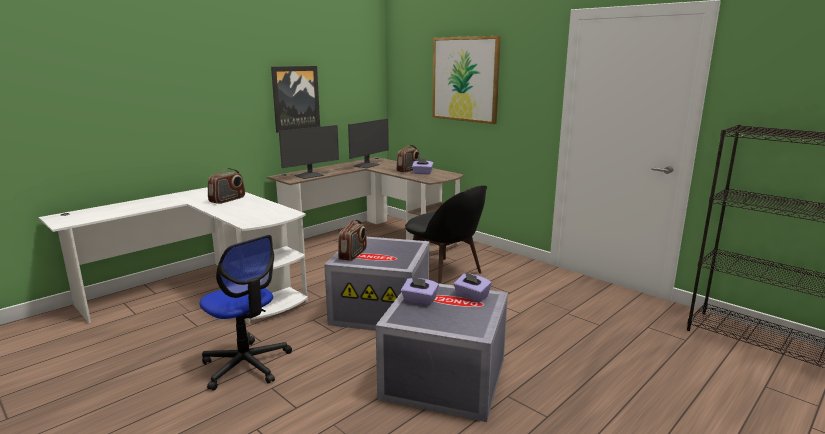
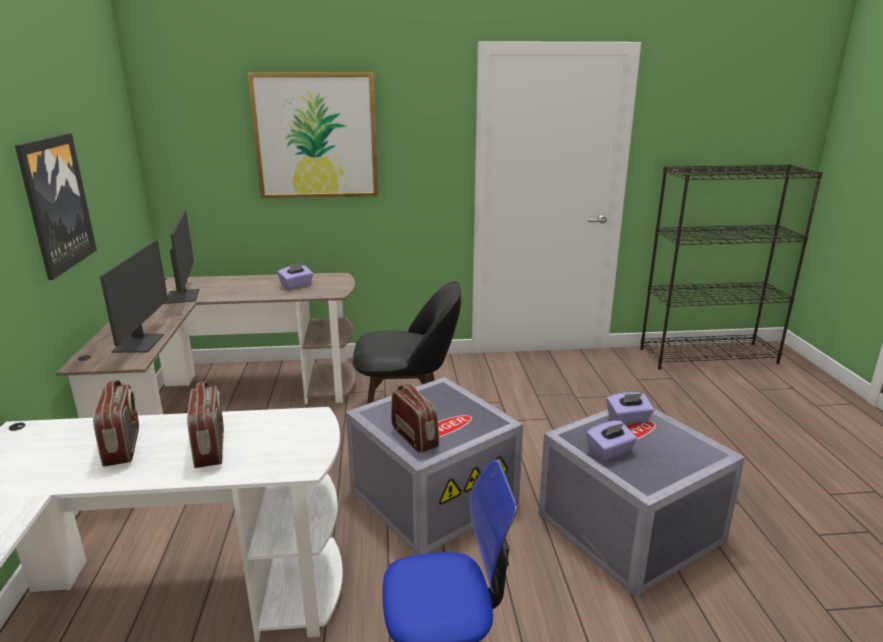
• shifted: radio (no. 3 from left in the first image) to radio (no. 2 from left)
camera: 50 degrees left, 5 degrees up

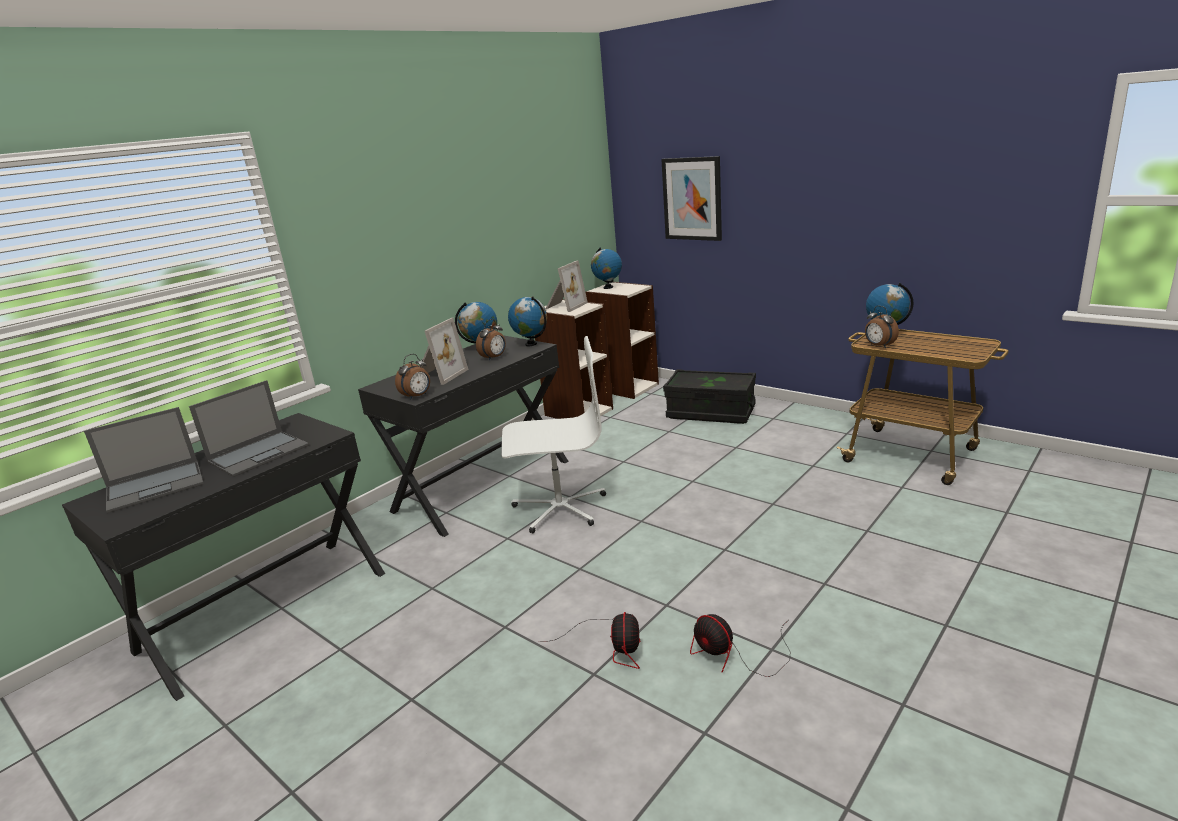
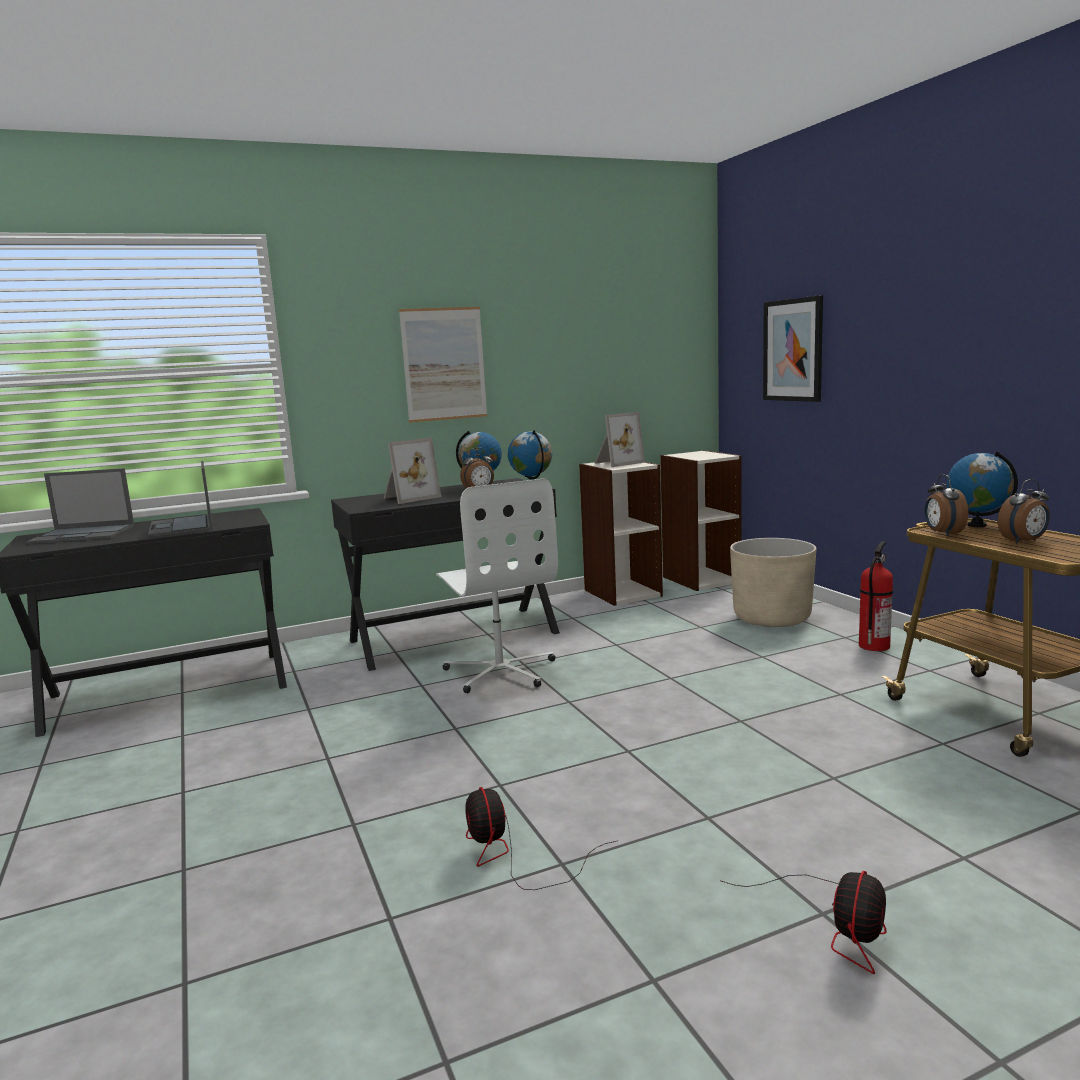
• gone: globe (no. 3 from left)
• new: picture (no. 1 from left)
• new: fire extinguisher
• shifted: alarm clock (no. 1 from left in the first image) to alarm clock (no. 3 from left)
• shifted: fan (no. 1 from left in the first image) to fan (no. 2 from left)
• swapped: black storage box to beige planter
• rotated: laptop (no. 2 from left) 90 degrees clockwise
• rotated: white office chair 45 degrees clockwise
camera: 25 degrees right, 10 degrees down

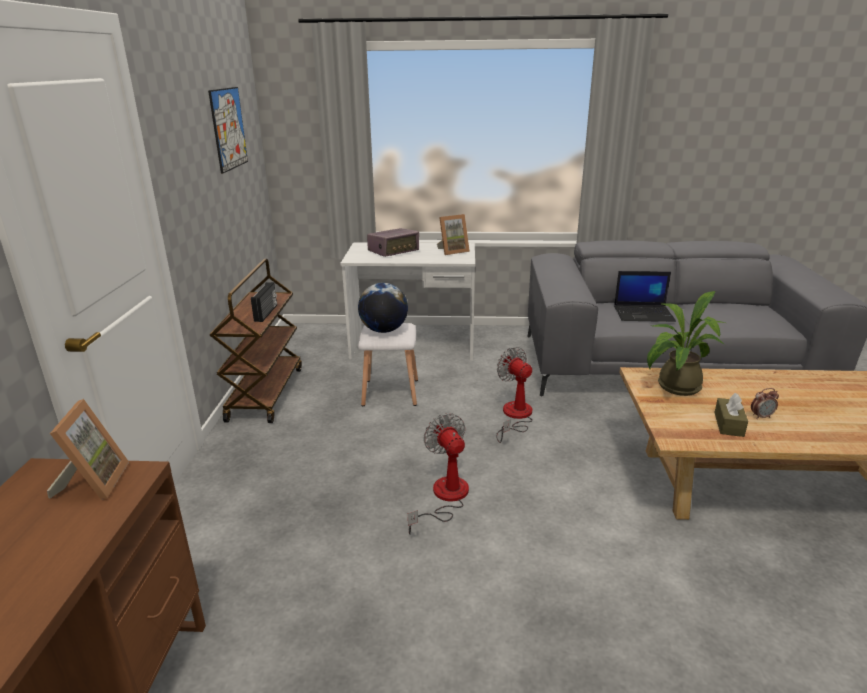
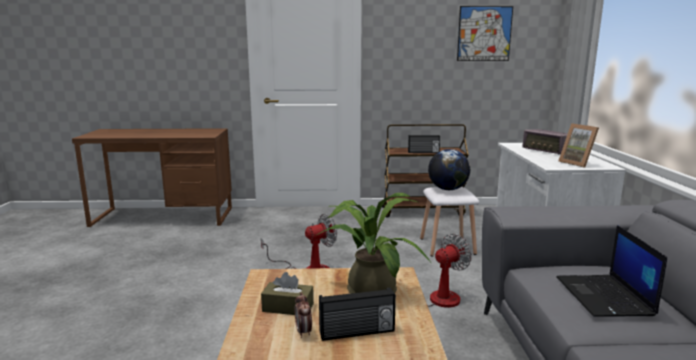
• gone: picture frame (no. 1 from left)
• new: radio (no. 1 from left)
camera: 85 degrees right, 10 degrees down

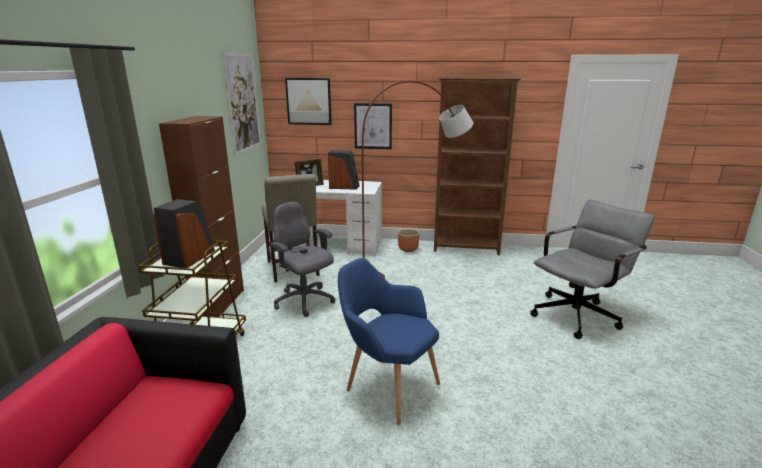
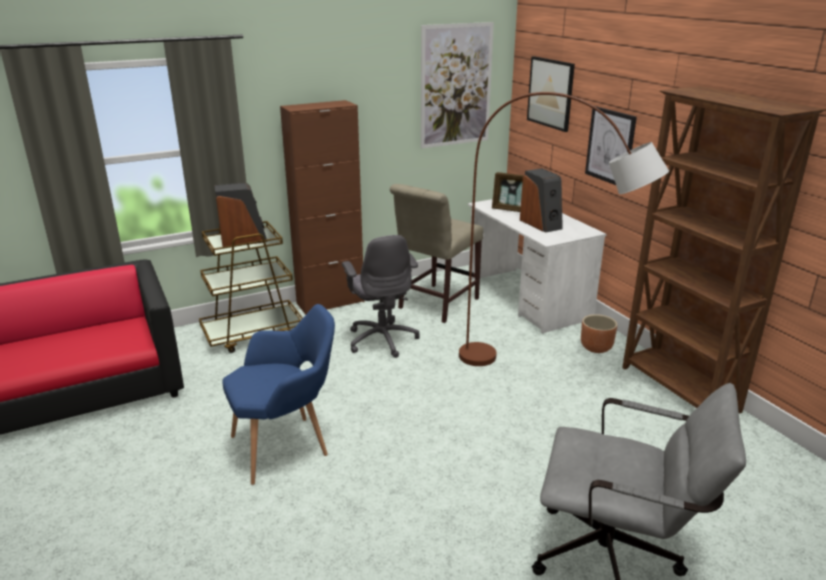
• rotated: grey office chair (no. 1 from left) 150 degrees clockwise
• rotated: blue armchair 60 degrees clockwise
camera: 55 degrees right, 5 degrees up

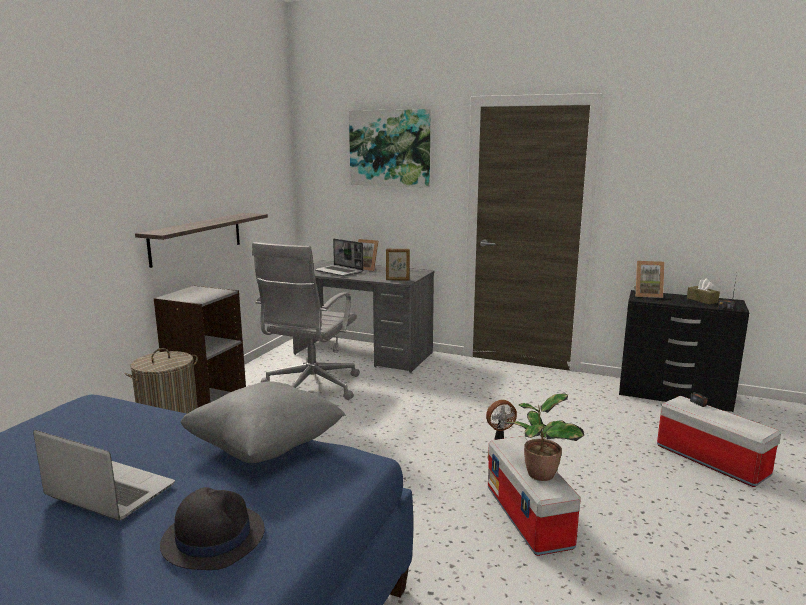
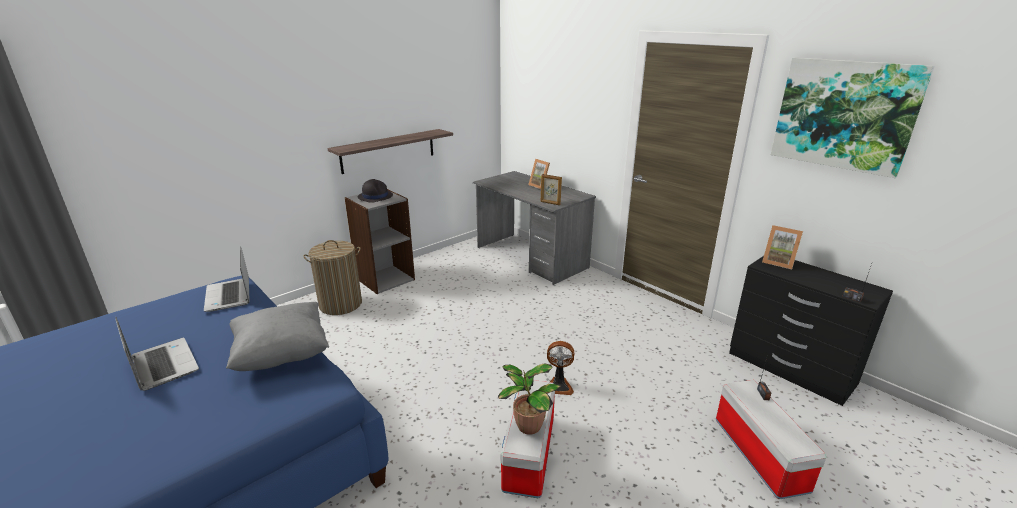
• gone: grey office chair
• gone: brown tissue box
• shifted: black hat
• shifted: laptop (no. 2 from left)
• shifted: picture
camera: 25 degrees right, 10 degrees up

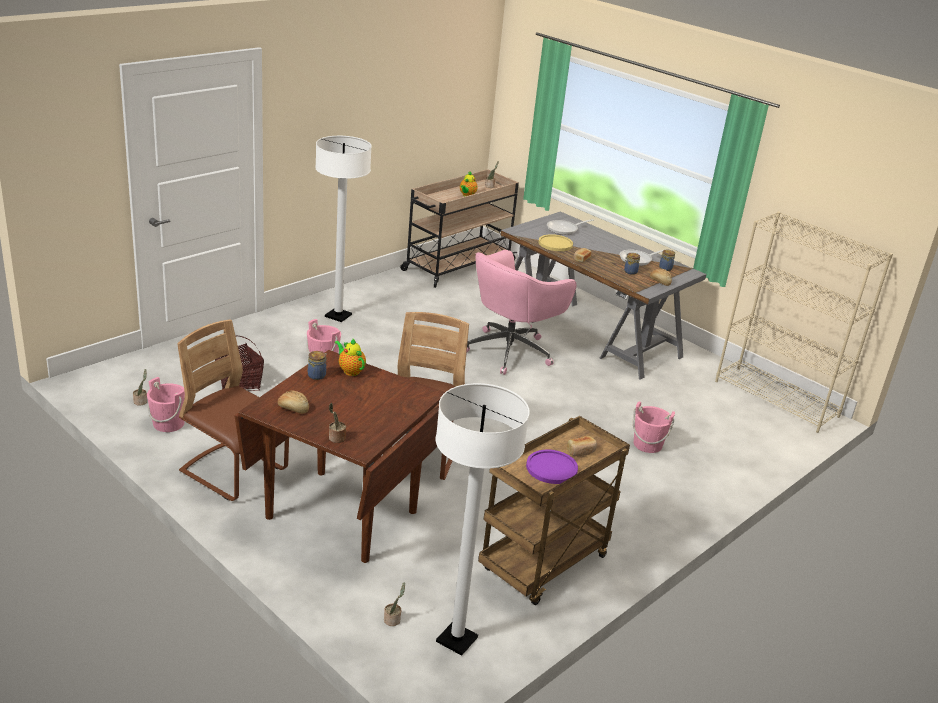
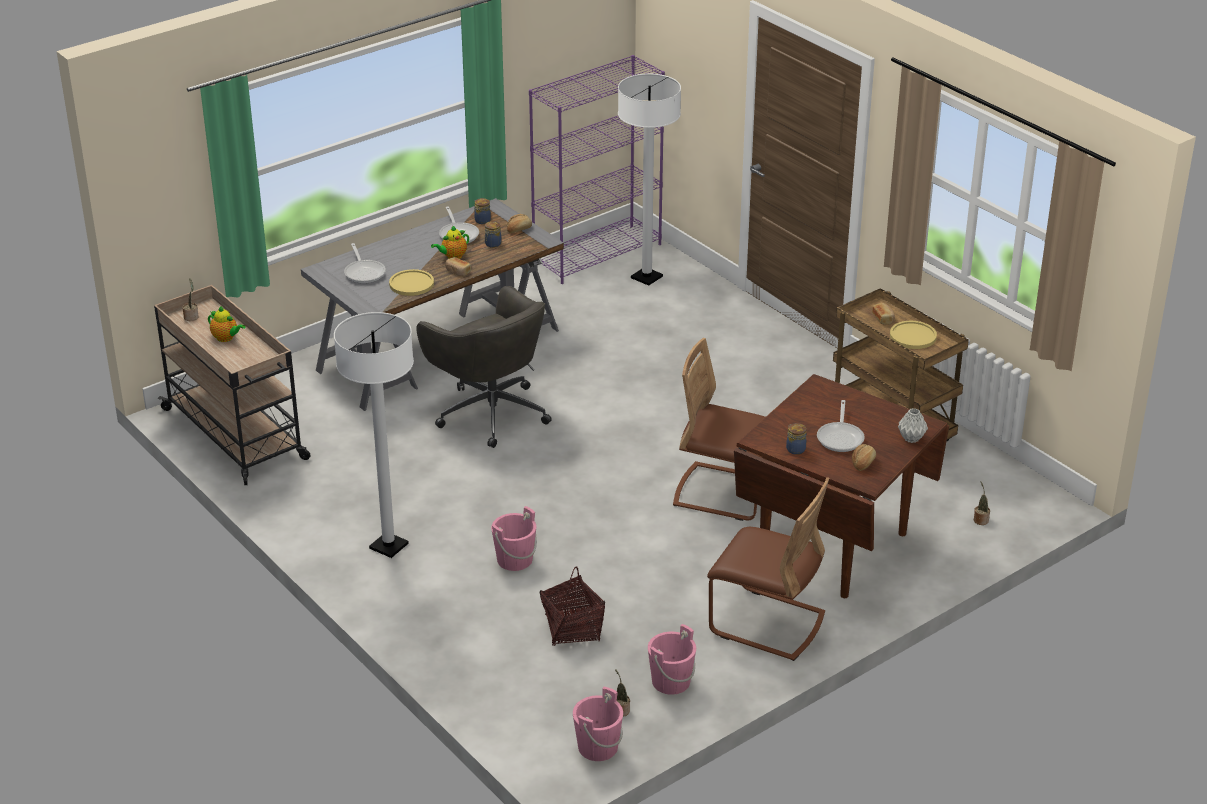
• new: frying pan (no. 3 from left)
• shifted: teapot (no. 1 from left in the first image) to teapot (no. 2 from left)
• shifted: white floor lamp (no. 2 from left)
• shifted: pink bucket (no. 3 from left in the first image) to pink bucket (no. 2 from left)
• swapped: potted plant (no. 2 from left) to grey vase
• repainted: pink office chair to grey office chair
• repainted: purple plate to yellow plate (no. 2 from left)
• repainted: beige bookcase to purple bookcase
• rotated: brown chair (no. 1 from left in the first image) 105 degrees counterclockwise
camera: 80 degrees left, 5 degrees up

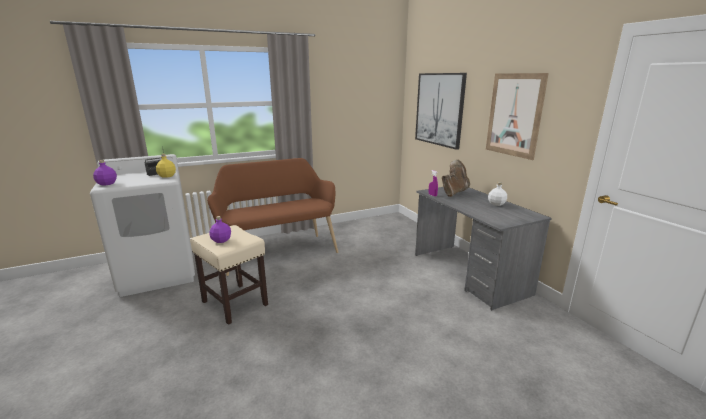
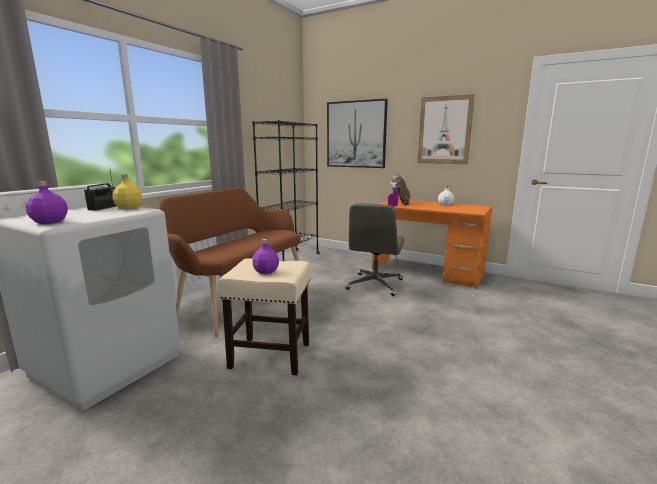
• new: black bookcase
• new: grey office chair
• repainted: grey desk to orange desk
camera: 35 degrees left, 5 degrees down

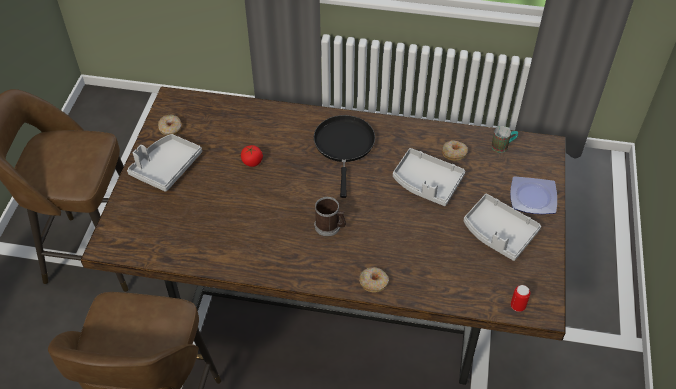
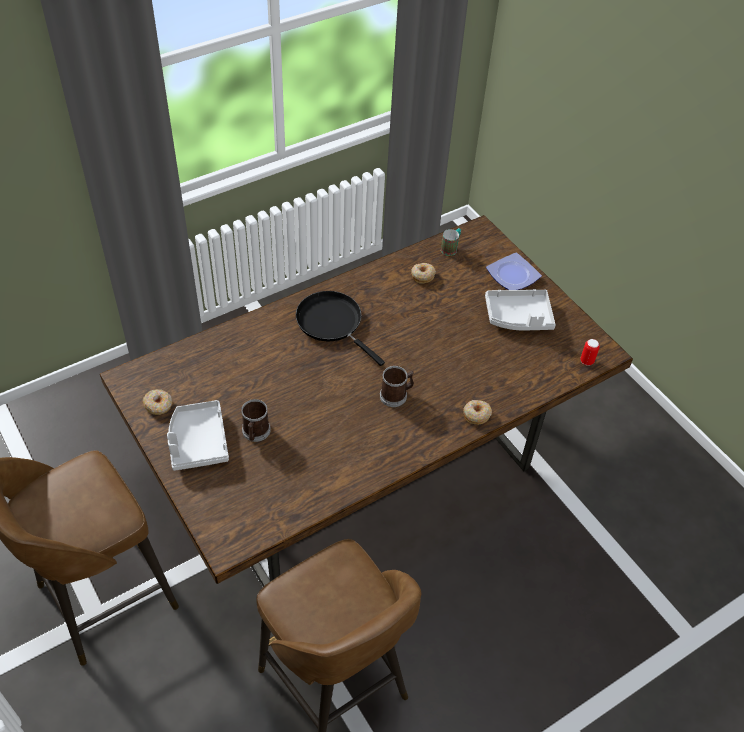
• gone: tomato
• gone: grey tray (no. 2 from left)
• new: mug (no. 1 from left)
camera: 45 degrees left, 0 degrees up

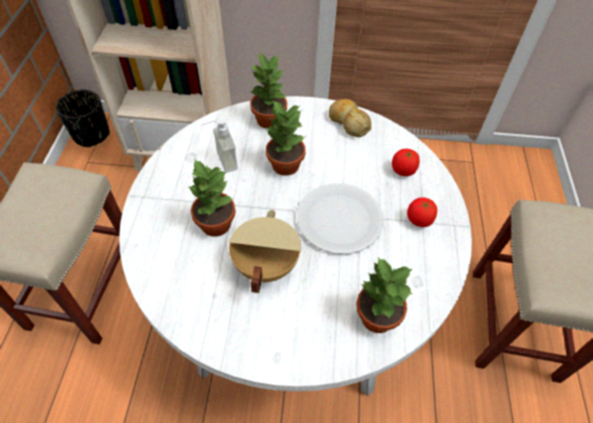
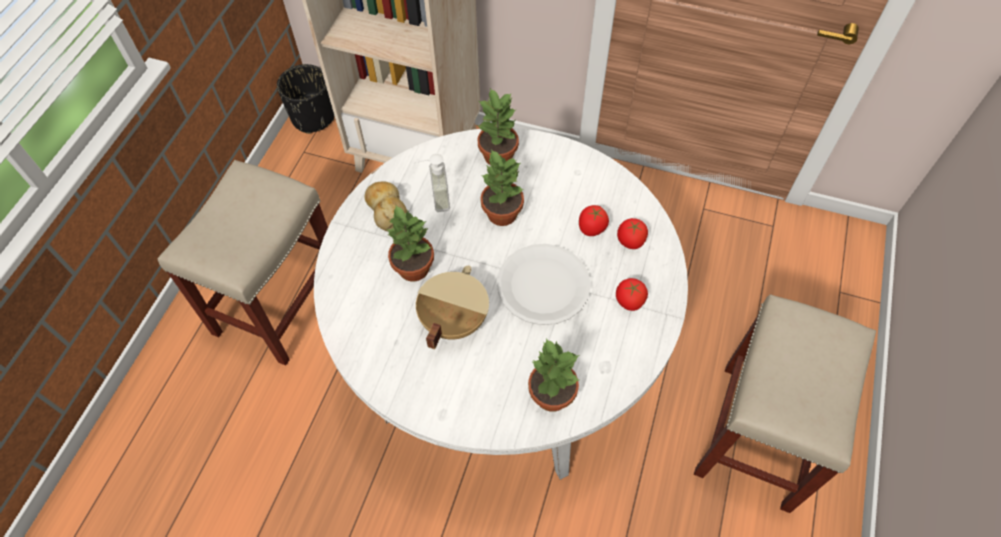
• new: tomato (no. 1 from left)
• shifted: bread
camera: 15 degrees right, 5 degrees up

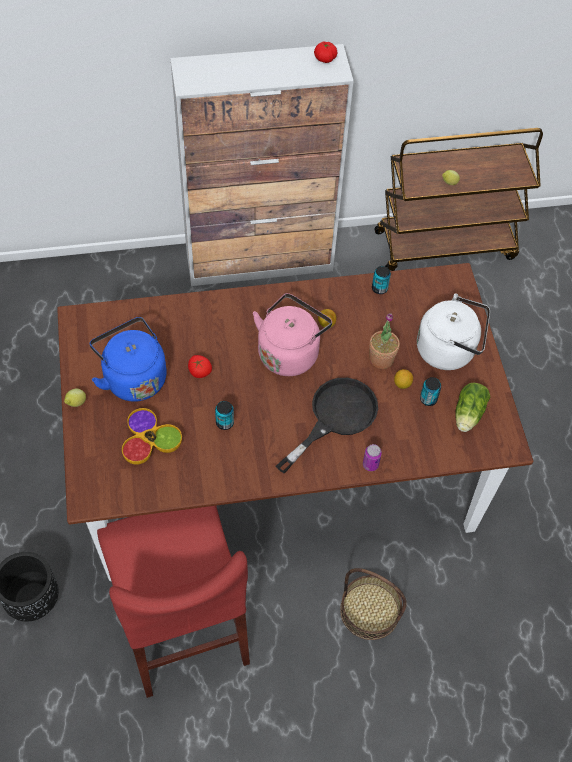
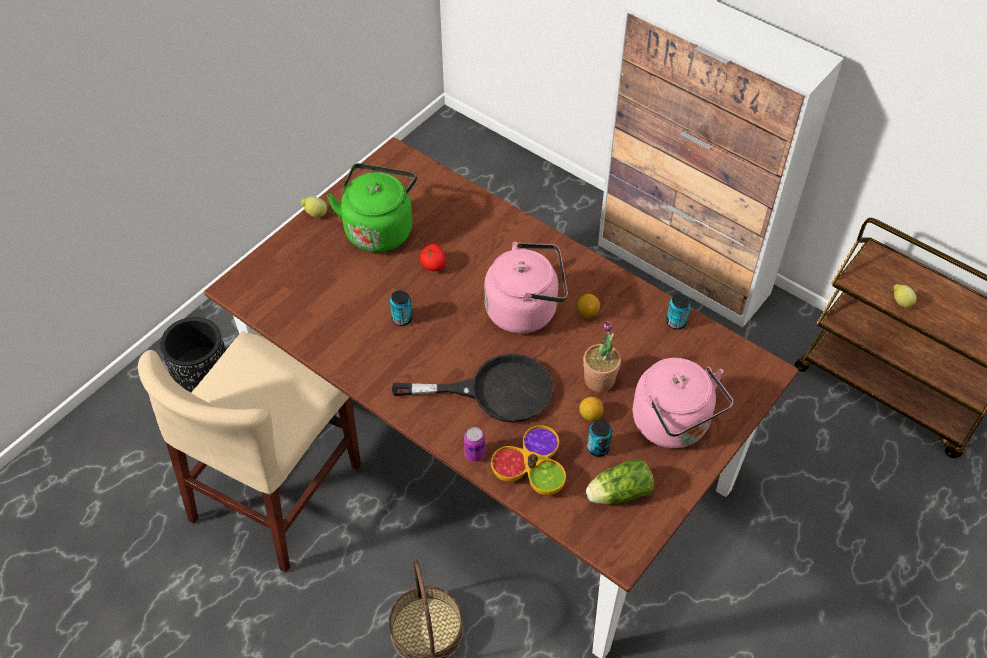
• gone: tomato (no. 2 from left)
• shifted: bowl
• repainted: blue kettle to green kettle
• repainted: red chair to beige chair
• repainted: white kettle to pink kettle (no. 2 from left)
camera: 50 degrees right, 5 degrees down

